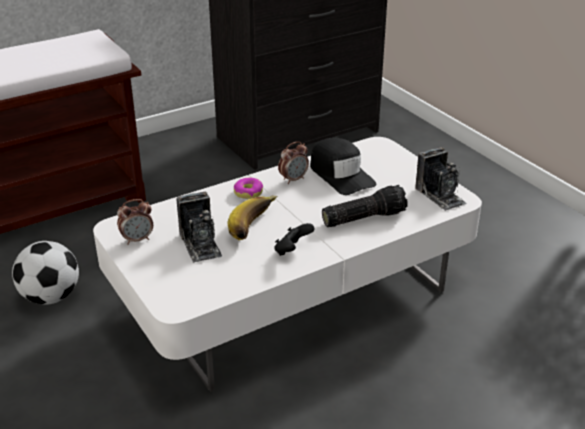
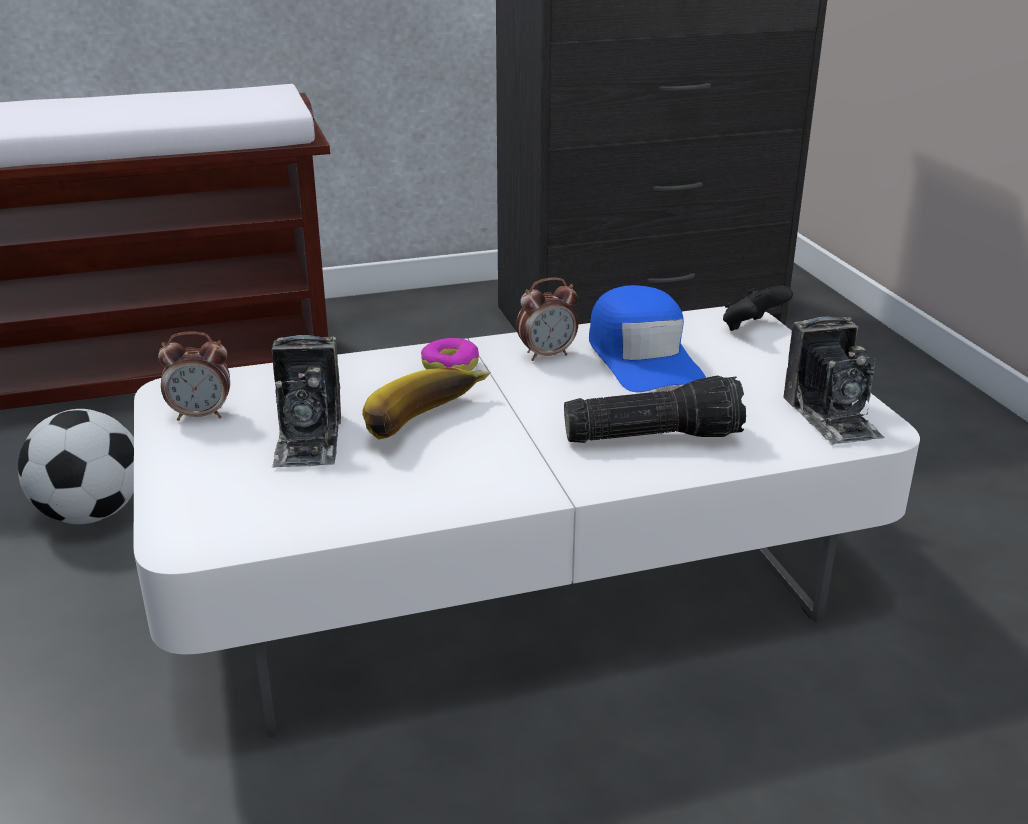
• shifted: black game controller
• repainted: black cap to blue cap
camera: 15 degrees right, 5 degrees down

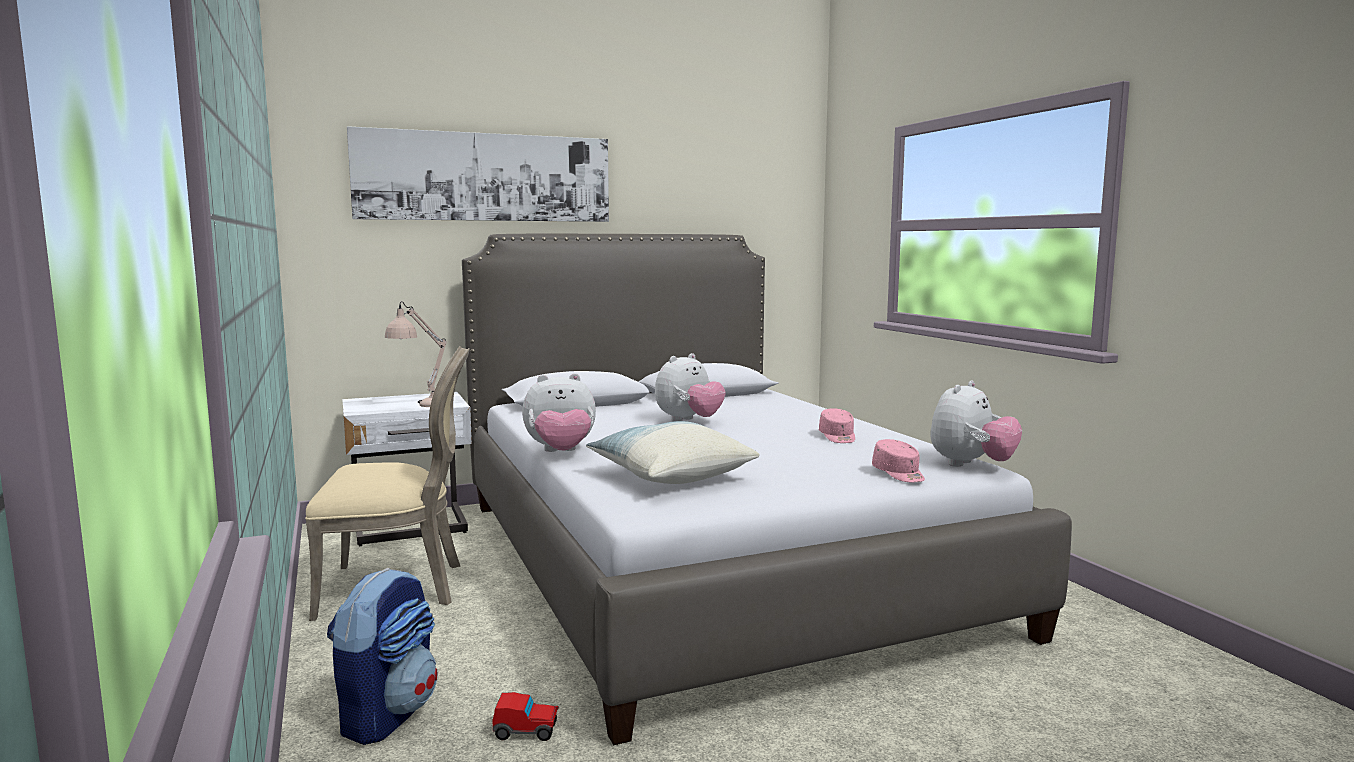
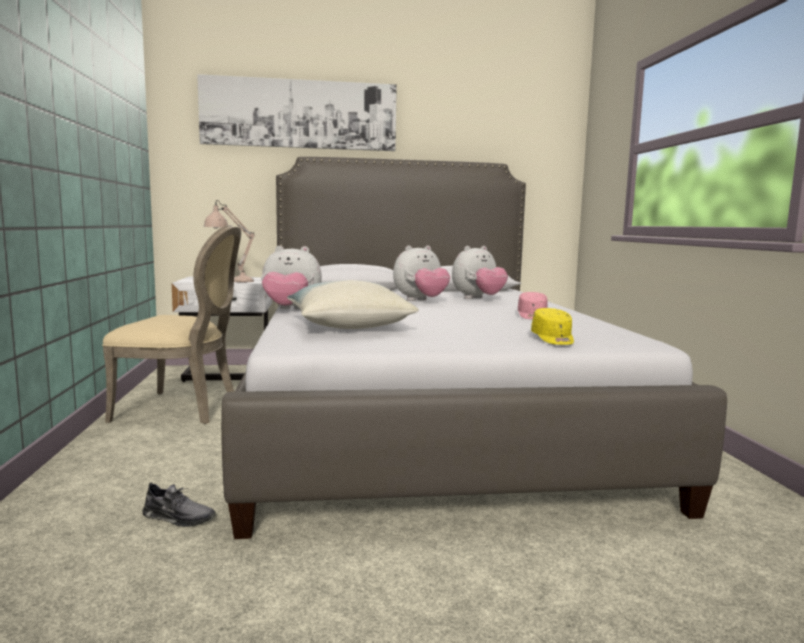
• gone: backpack
• shifted: plush toy (no. 3 from left)
• swapped: toy car to grey shoe
• repainted: pink cap (no. 2 from left) to yellow cap
camera: 15 degrees right, 0 degrees up

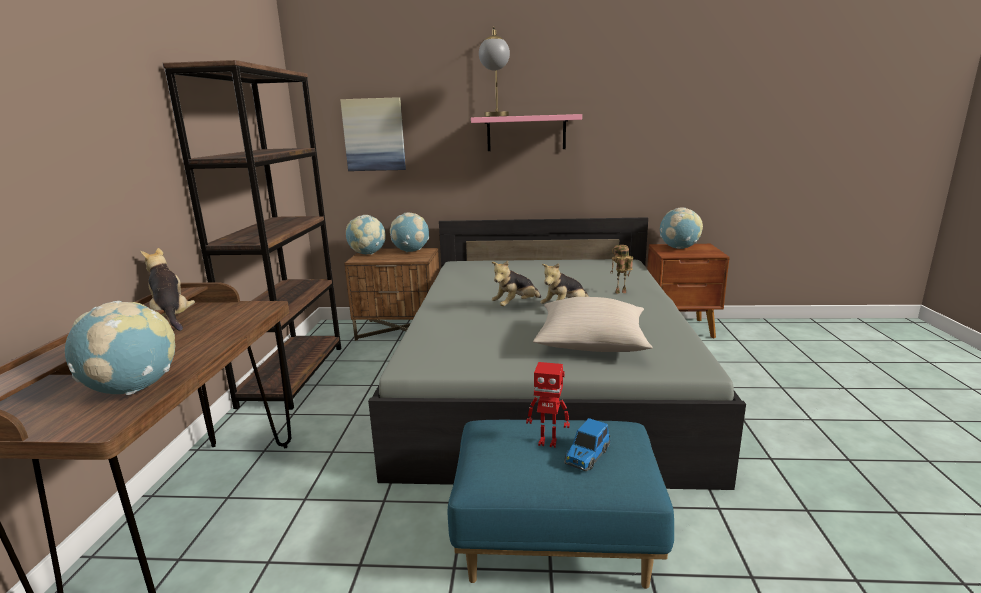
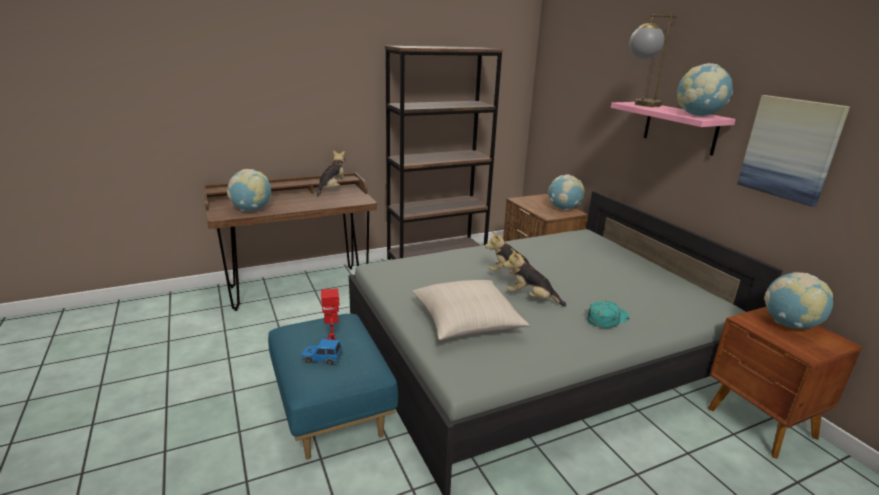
• shifted: picture
• shifted: globe (no. 2 from left in the first image) to globe (no. 3 from left)
• swapped: toy robot (no. 2 from left) to turquoise cap
camera: 60 degrees right, 5 degrees up

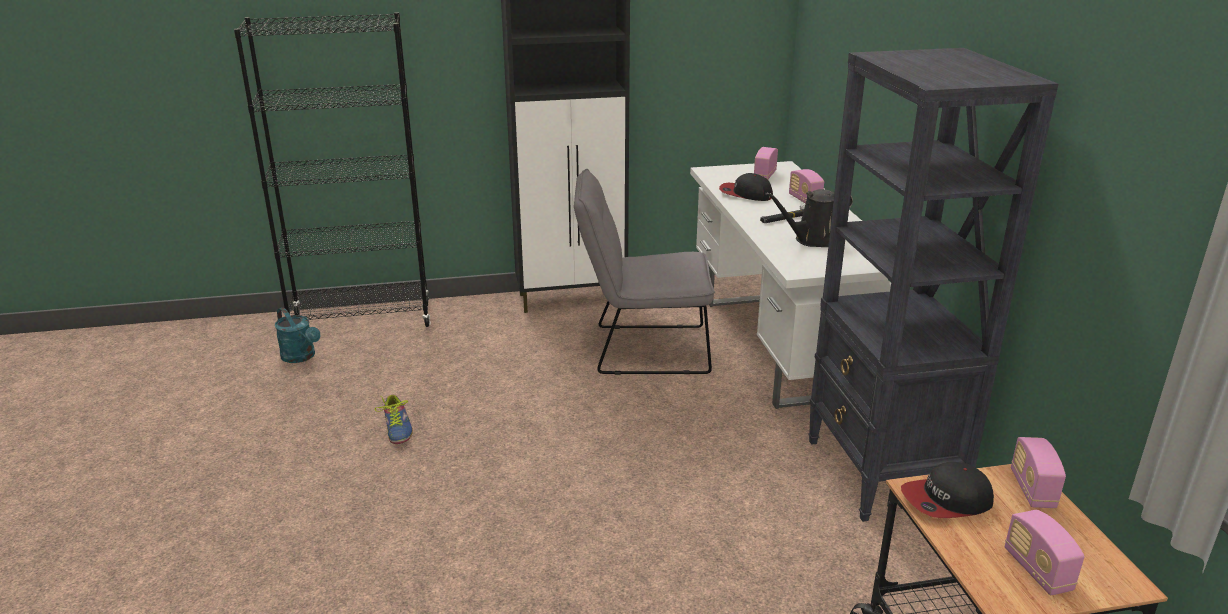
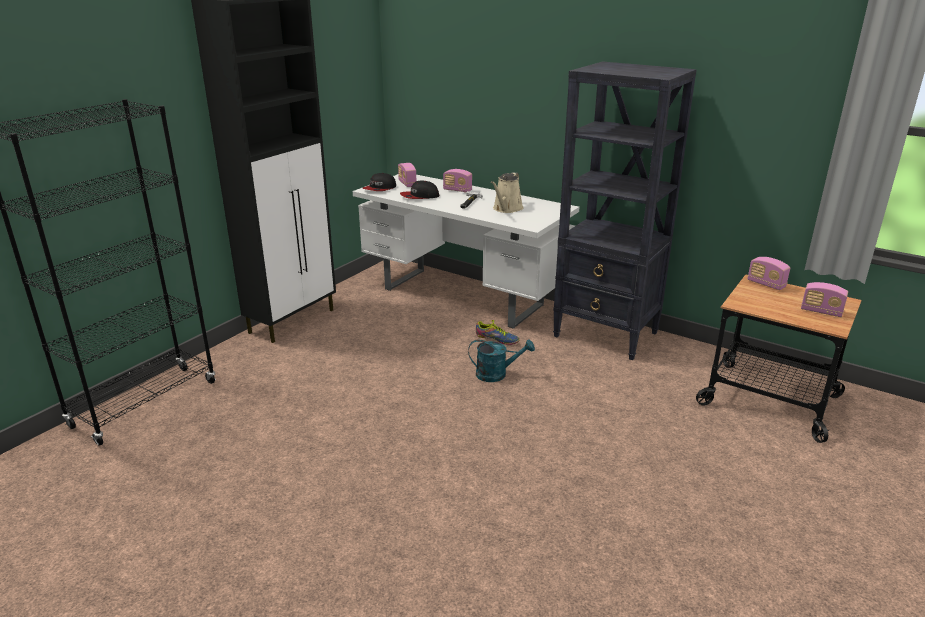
• gone: grey chair
• shifted: turquoise watering can
• shifted: shoe
• shifted: cap (no. 2 from left in the first image) to cap (no. 1 from left)
• repainted: black watering can to beige watering can
camera: 45 degrees left, 0 degrees up

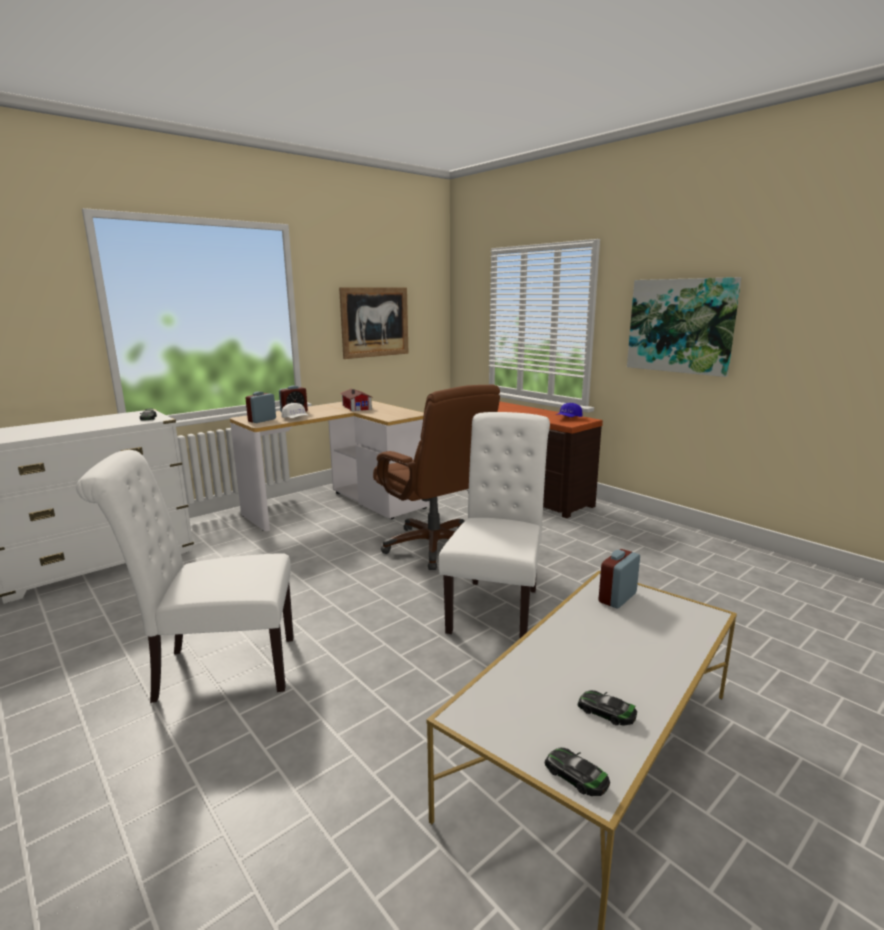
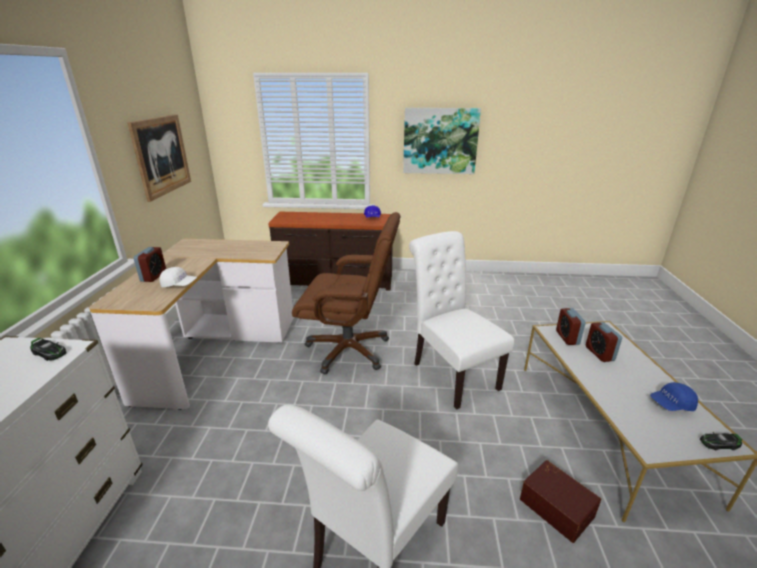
• gone: toy house
• new: brown storage box
• shifted: alarm clock (no. 1 from left in the first image) to alarm clock (no. 3 from left)
• swapped: toy car (no. 3 from left) to blue cap (no. 2 from left)
camera: 45 degrees left, 10 degrees up

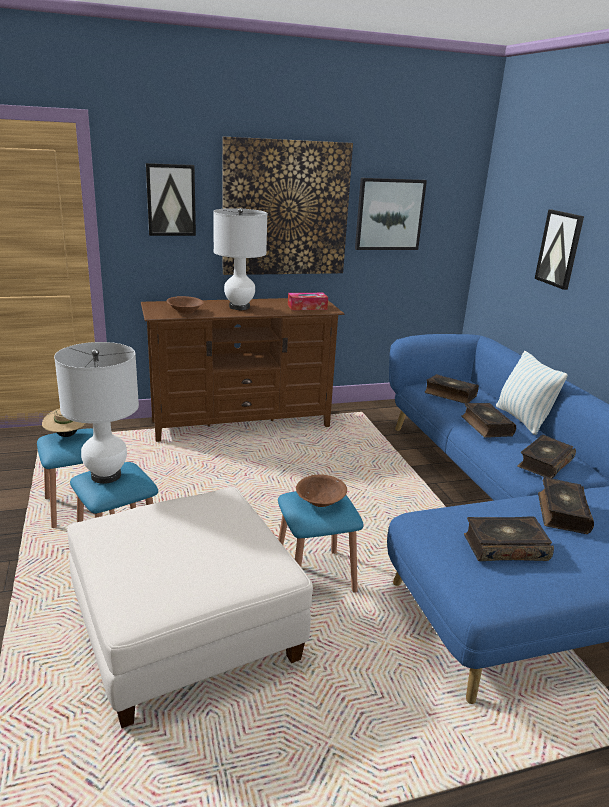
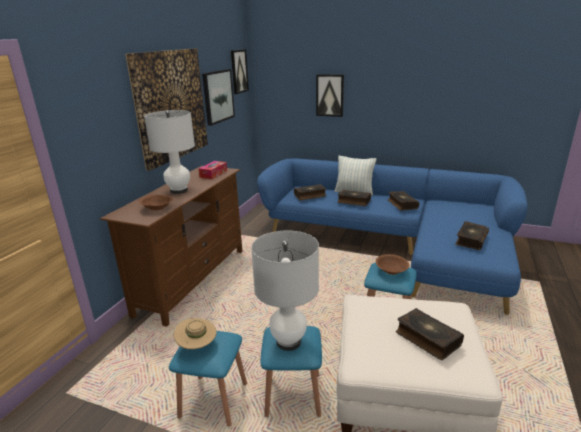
• shifted: picture (no. 1 from left in the first image) to picture (no. 3 from left)
• shifted: book (no. 5 from left in the first image) to book (no. 4 from left)
camera: 50 degrees left, 0 degrees up

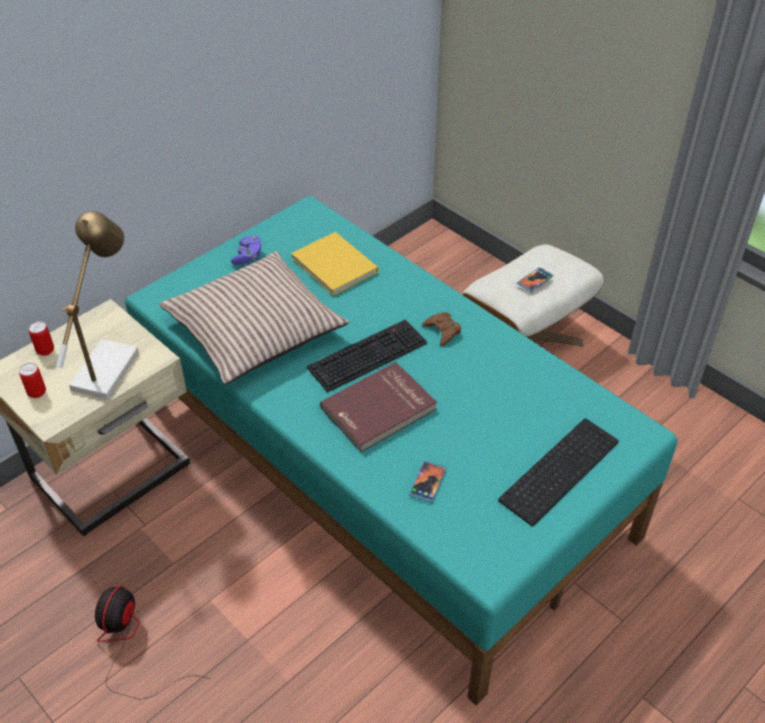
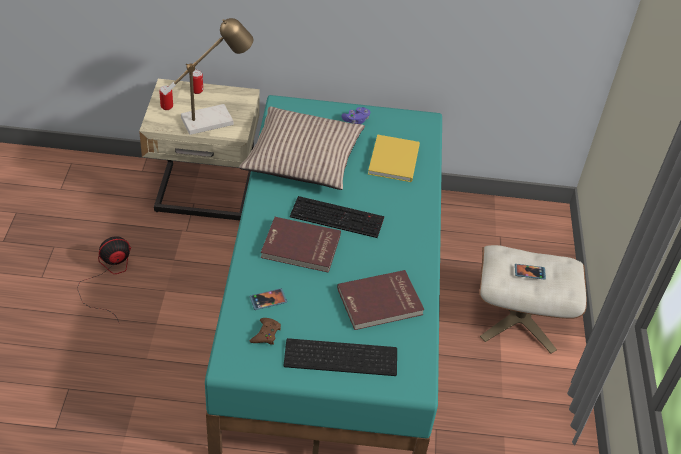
• new: red book (no. 2 from left)
• shifted: brown game controller
camera: 45 degrees right, 0 degrees up

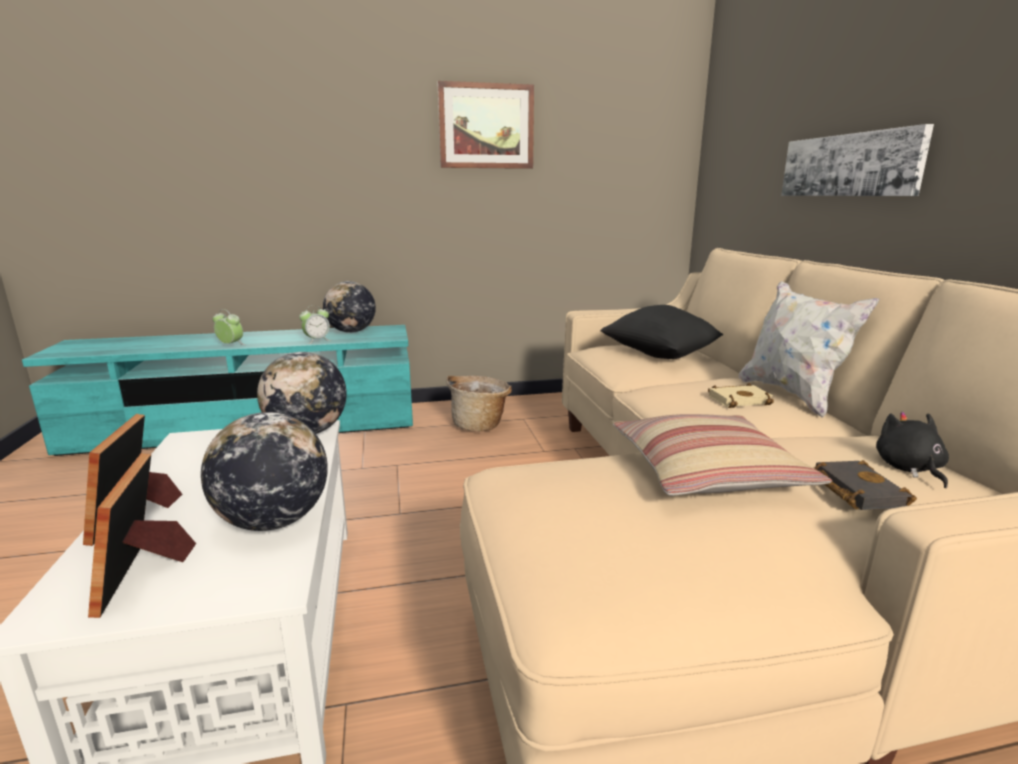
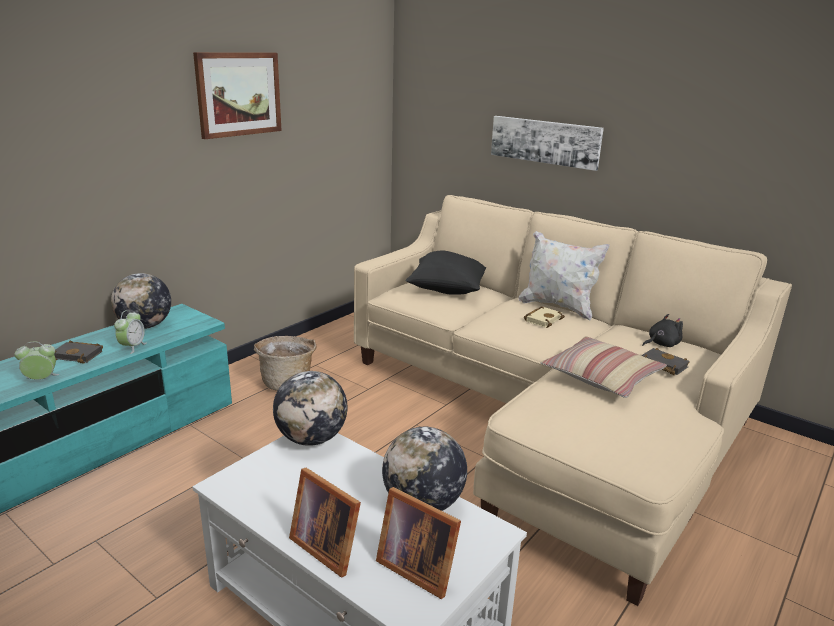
• new: black book (no. 1 from left)
• rotated: black plush toy 105 degrees clockwise
camera: 40 degrees left, 5 degrees up

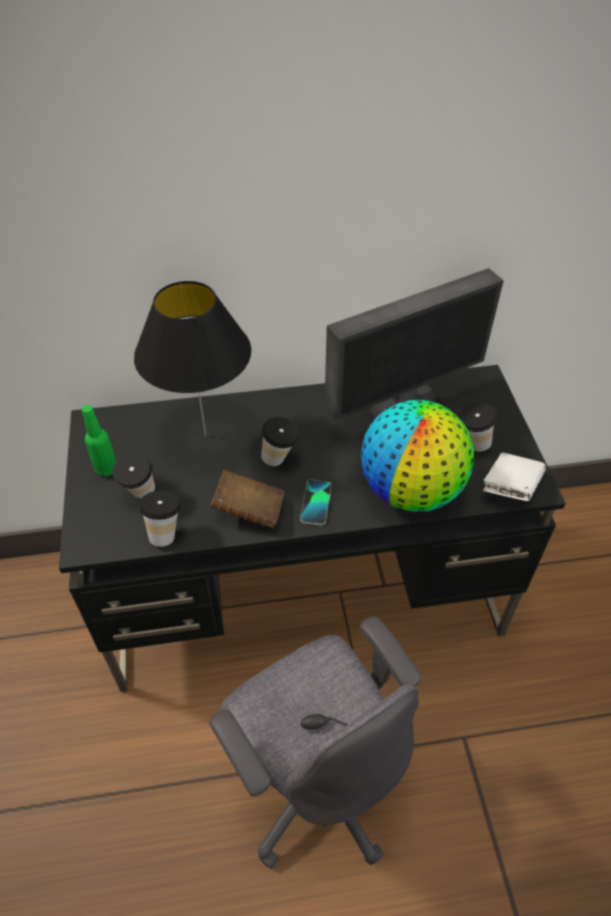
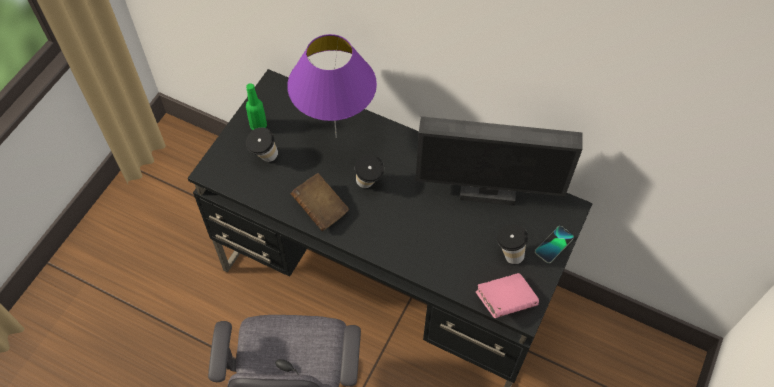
• gone: cup (no. 2 from left)
• gone: globe
• shifted: phone
• repainted: black table lamp to purple table lamp
• repainted: white book to pink book
camera: 35 degrees right, 10 degrees up

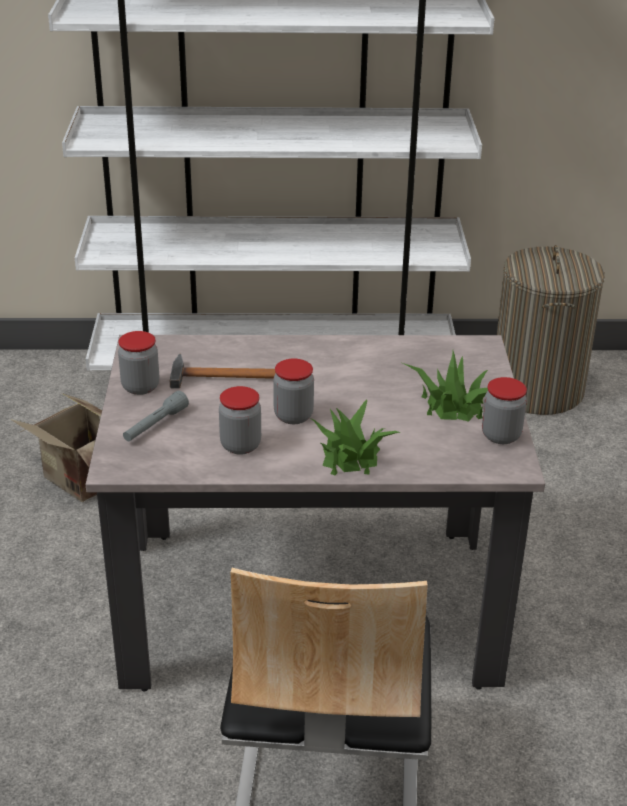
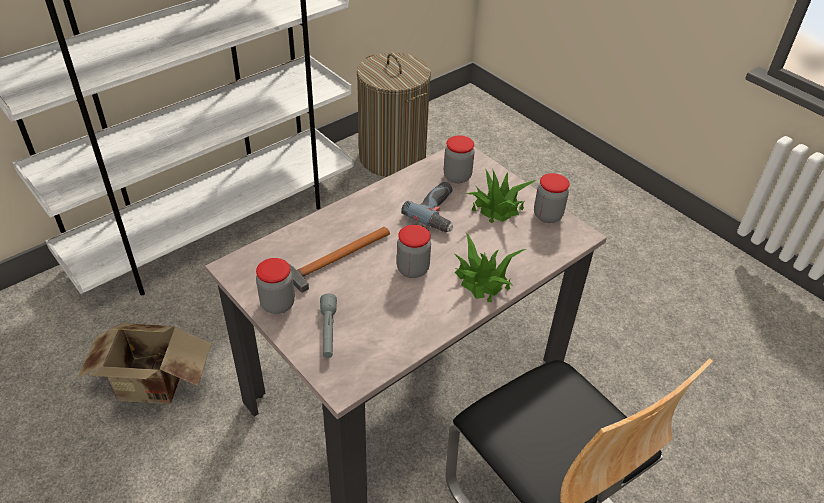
• new: power drill
• shifted: jar (no. 2 from left in the first image) to jar (no. 3 from left)
camera: 40 degrees left, 10 degrees up

